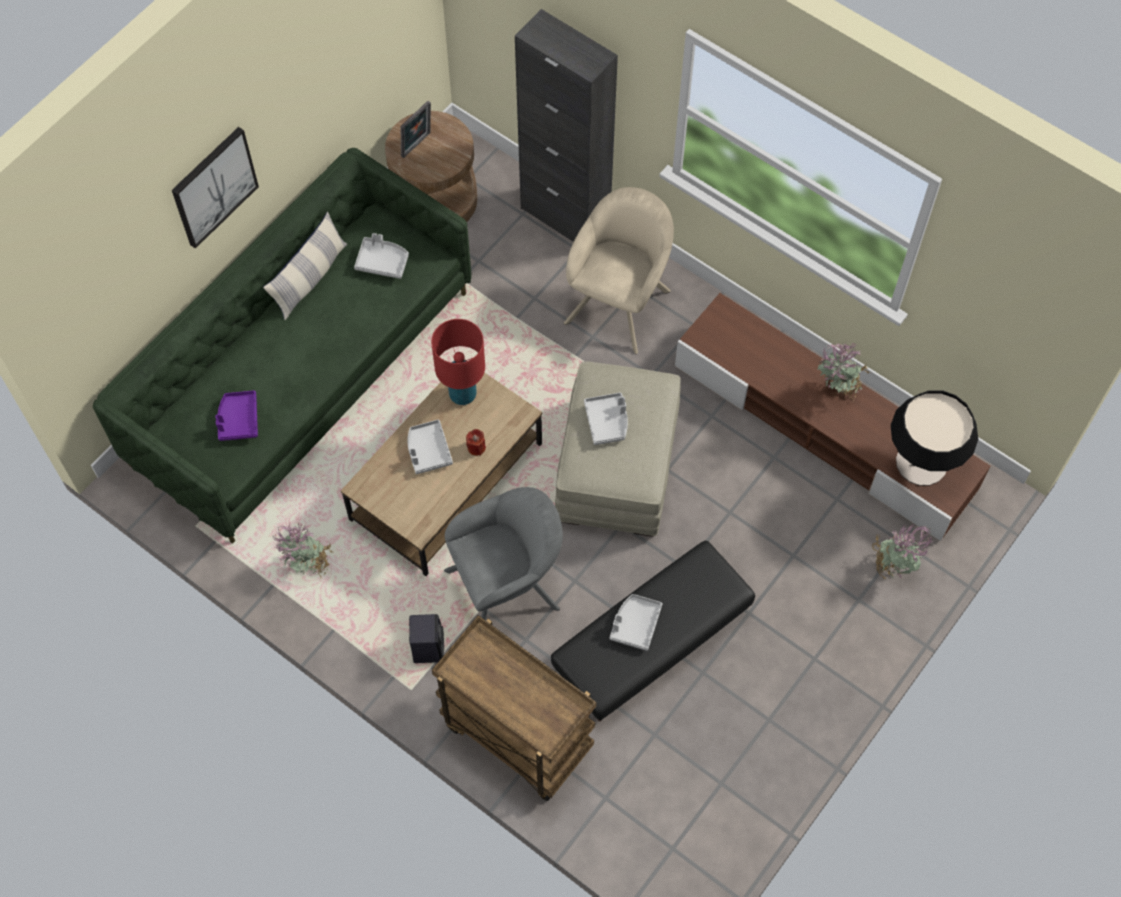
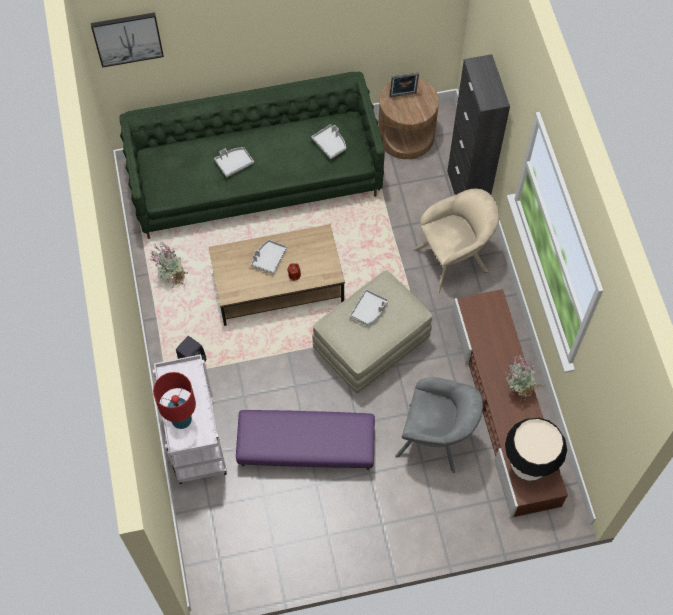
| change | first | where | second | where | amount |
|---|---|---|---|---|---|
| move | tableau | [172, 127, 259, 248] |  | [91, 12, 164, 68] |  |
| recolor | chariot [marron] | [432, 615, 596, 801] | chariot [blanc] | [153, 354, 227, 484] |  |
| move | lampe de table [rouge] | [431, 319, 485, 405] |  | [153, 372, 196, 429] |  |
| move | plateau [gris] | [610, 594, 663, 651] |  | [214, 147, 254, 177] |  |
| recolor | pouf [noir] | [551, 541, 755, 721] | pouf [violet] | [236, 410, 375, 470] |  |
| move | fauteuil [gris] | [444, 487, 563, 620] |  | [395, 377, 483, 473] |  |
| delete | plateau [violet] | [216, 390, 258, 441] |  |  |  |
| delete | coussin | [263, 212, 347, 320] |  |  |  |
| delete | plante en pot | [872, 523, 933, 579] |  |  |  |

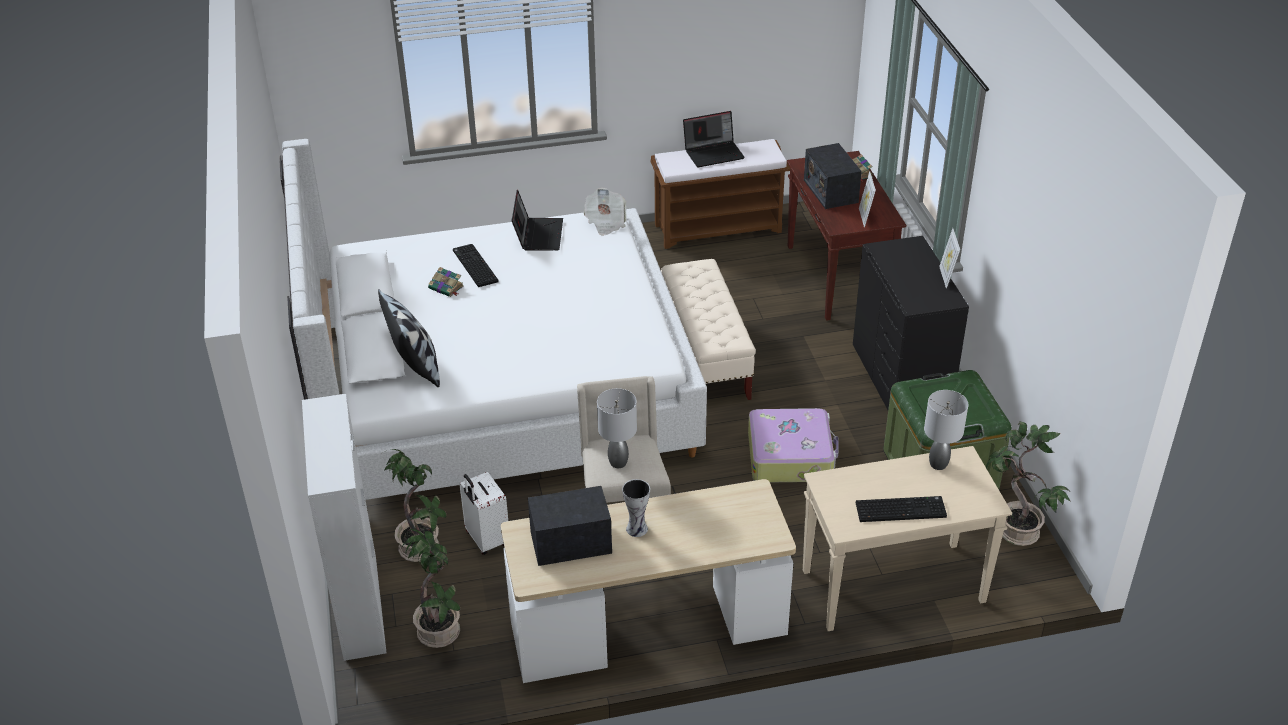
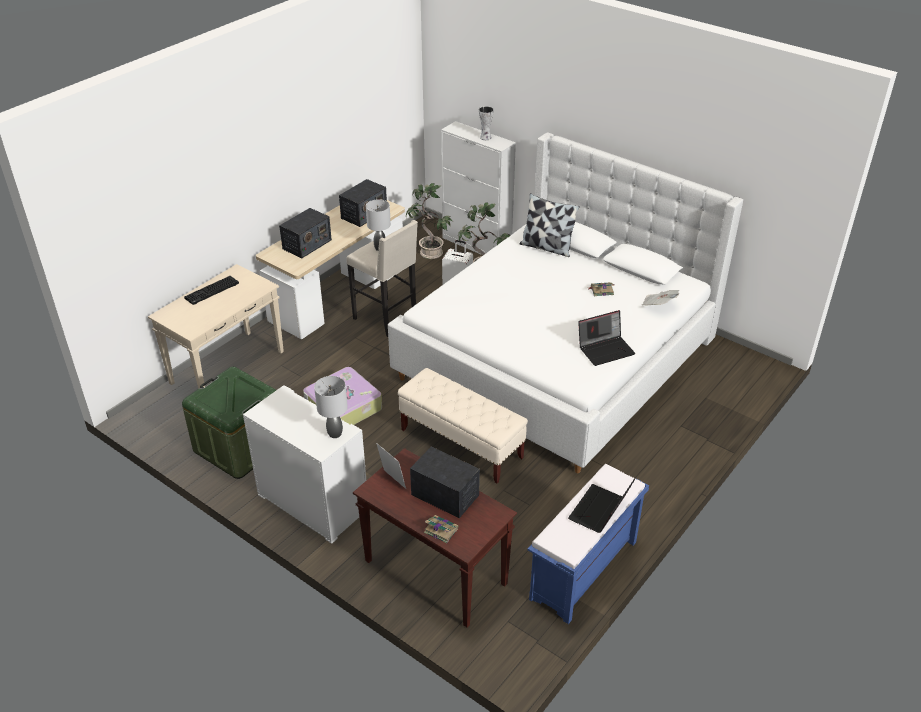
| change | first | where | second | where | amount |
|---|---|---|---|---|---|
| recolor | commode [noir] | [853, 236, 969, 410] | commode [blanc] | [243, 385, 366, 544] |  |
| insert |  |  | radio | [279, 208, 332, 258] |  |
| move | lampe de table [gris] | [924, 390, 968, 470] |  | [314, 376, 348, 438] |  |
| move | vase | [622, 479, 650, 537] |  | [479, 106, 494, 140] |  |
| recolor | banc [marron] | [651, 139, 790, 249] | banc [bleu] | [528, 464, 649, 624] |  |
| rotate | ordinateur portable | [512, 190, 563, 251] |  | [578, 310, 635, 366] | 75 degrees counterclockwise |
| move | journal | [583, 188, 627, 236] |  | [642, 290, 679, 306] |  |
| delete | clavier | [453, 244, 498, 287] |  |  |  |
| delete | cadre photo | [939, 228, 960, 289] |  |  |  |
| delete | plante en pot | [986, 421, 1071, 546] |  |  |  |

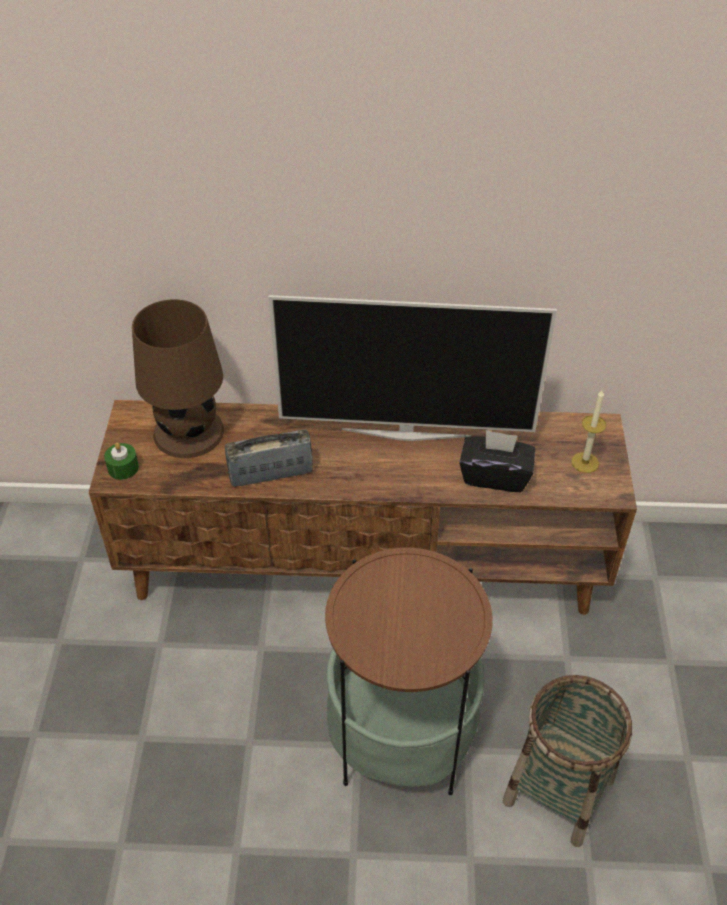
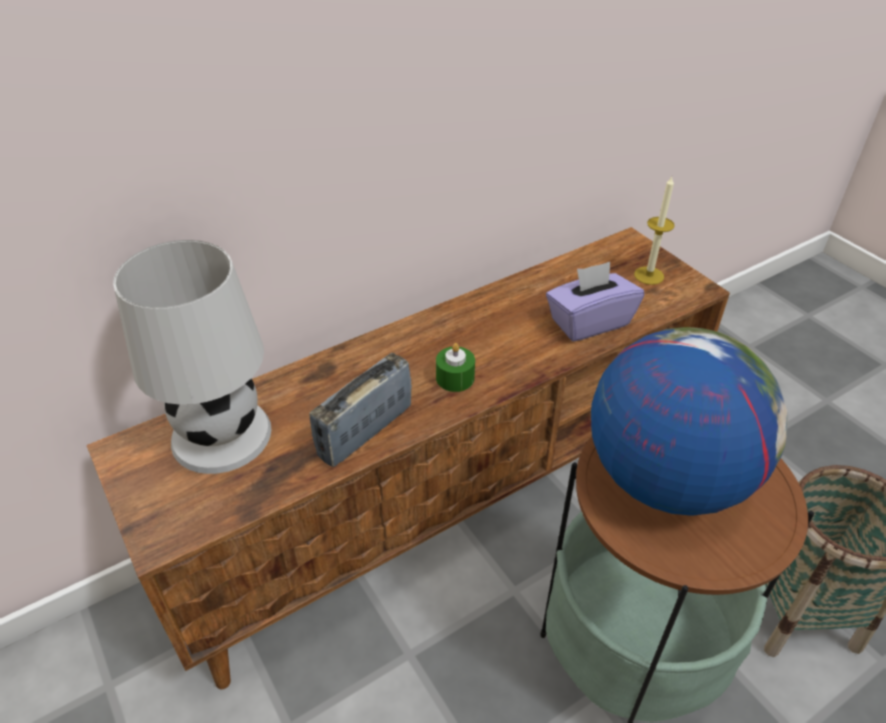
| change | first | where | second | where | amount |
|---|---|---|---|---|---|
| recolor | lampe de table [marron] | [132, 299, 224, 458] | lampe de table [blanc] | [113, 240, 271, 474] |  |
| move | bougie [vert] | [104, 443, 139, 480] |  | [436, 343, 475, 392] |  |
| recolor | boîte à mouchoirs [noir] | [459, 430, 535, 492] | boîte à mouchoirs [violet] | [546, 262, 644, 341] |  |
| insert |  |  | globe | [591, 327, 788, 516] |  |
| delete | téléviseur | [269, 295, 557, 441] |  |  |  |

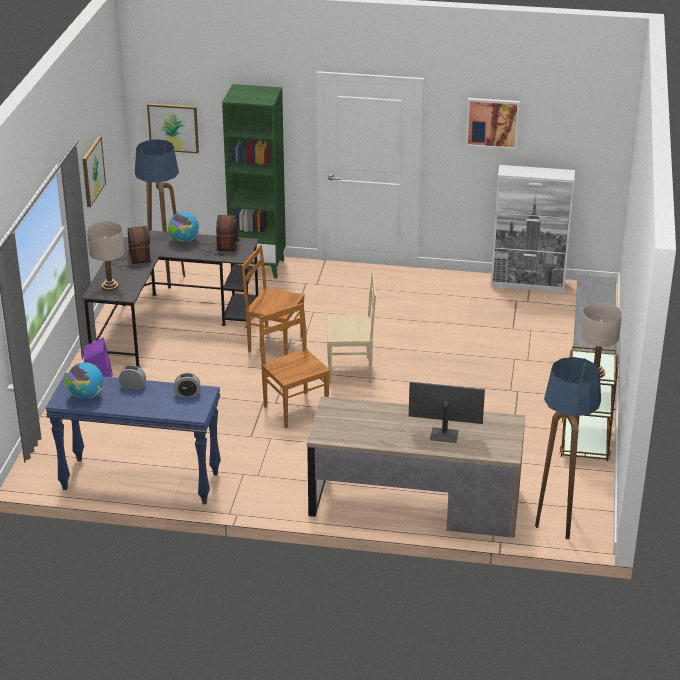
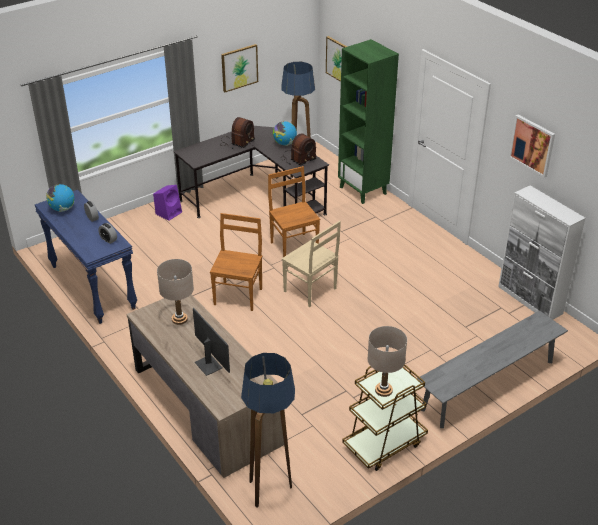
| change | first | where | second | where | amount |
|---|---|---|---|---|---|
| move | lampe de table [beige] | [87, 221, 124, 291] |  | [157, 259, 194, 325] |  |

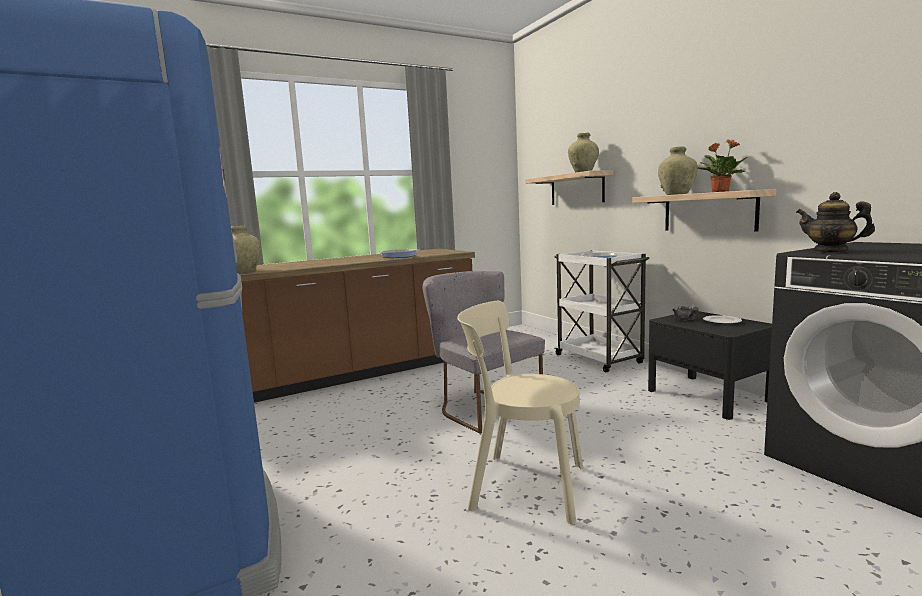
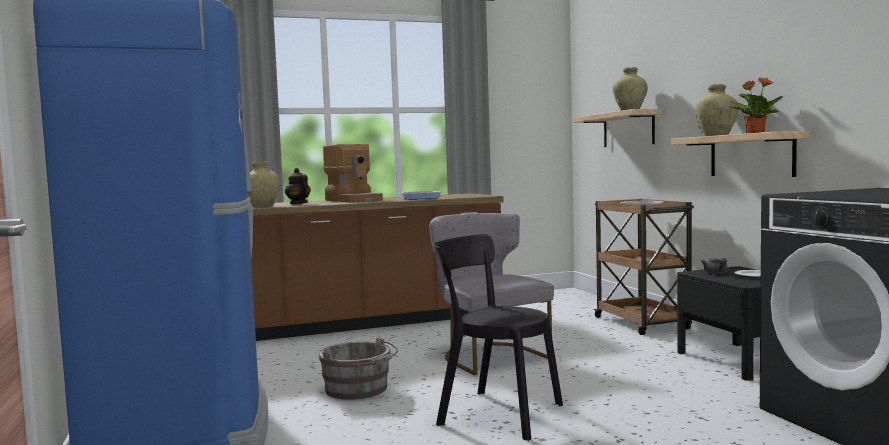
| change | first | where | second | where | amount |
|---|---|---|---|---|---|
| move | théière | [796, 192, 875, 253] |  | [285, 168, 311, 205] |  |
| insert |  |  | seau [gris] | [319, 337, 398, 400] |  |
| insert |  |  | machine à café | [323, 144, 383, 202] |  |
| recolor | chaise [beige] | [457, 301, 583, 524] | chaise [noir] | [433, 234, 563, 441] |  |
| recolor | chariot [blanc] | [555, 250, 650, 372] | chariot [marron] | [593, 199, 694, 335] |  |

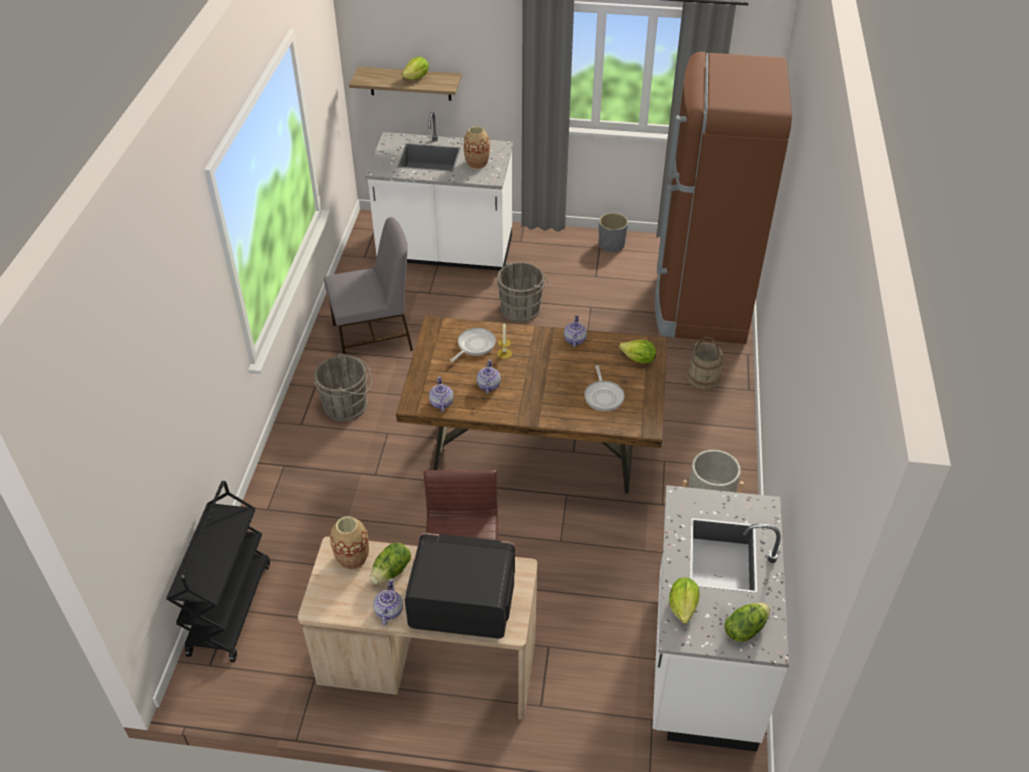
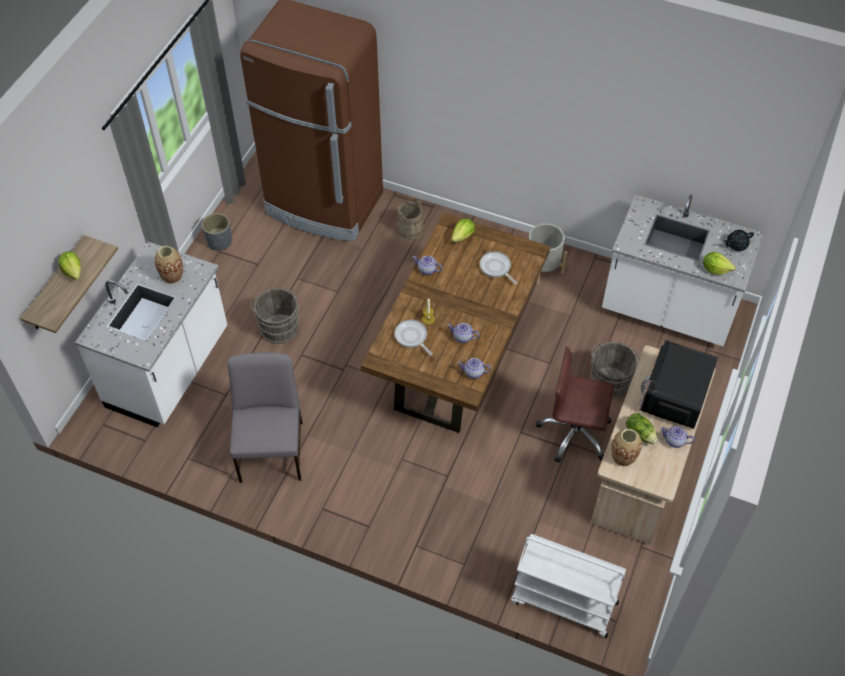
| change | first | where | second | where | amount |
|---|---|---|---|---|---|
| rotate | poêle | [584, 365, 625, 411] |  | [480, 251, 517, 284] | 135 degrees counterclockwise |
| recolor | chariot [noir] | [166, 481, 270, 662] | chariot [blanc] | [511, 534, 626, 638] |  |
| move | seau [gris] | [314, 353, 372, 421] |  | [590, 342, 639, 399] |  |
| replace | laitue | [724, 603, 770, 642] | théière [noir] | [723, 230, 754, 251] |  |

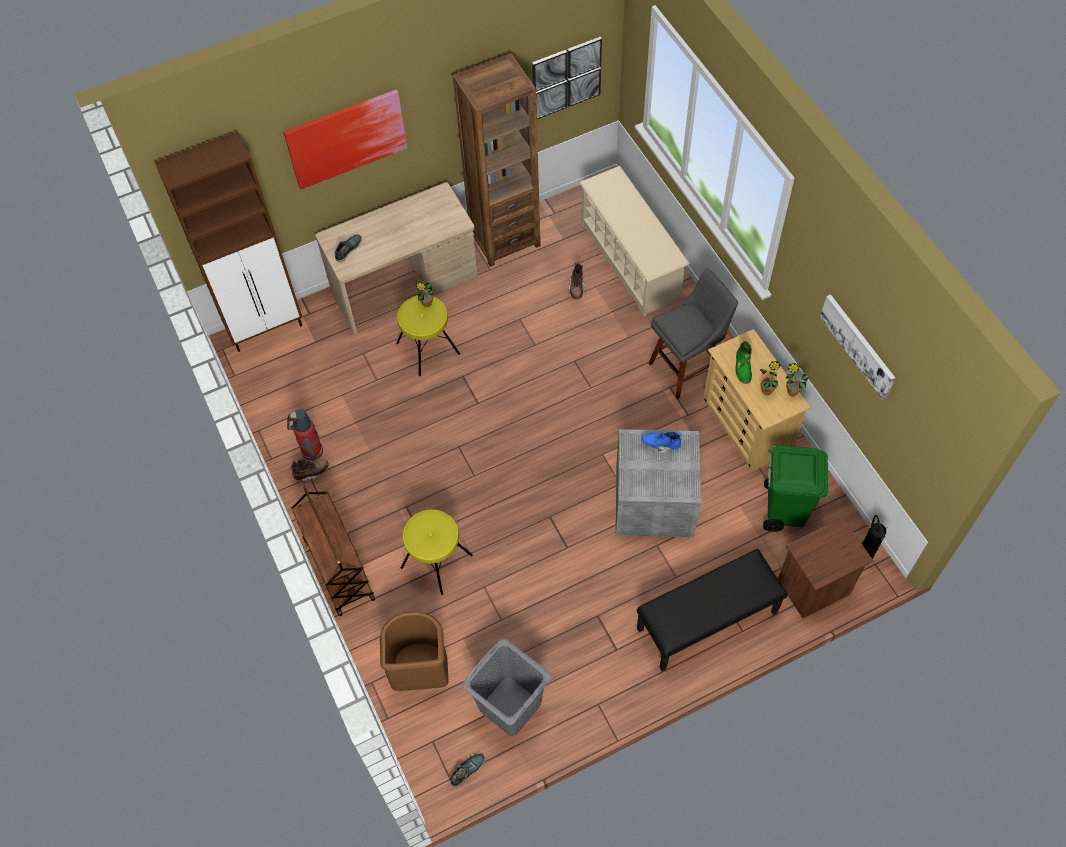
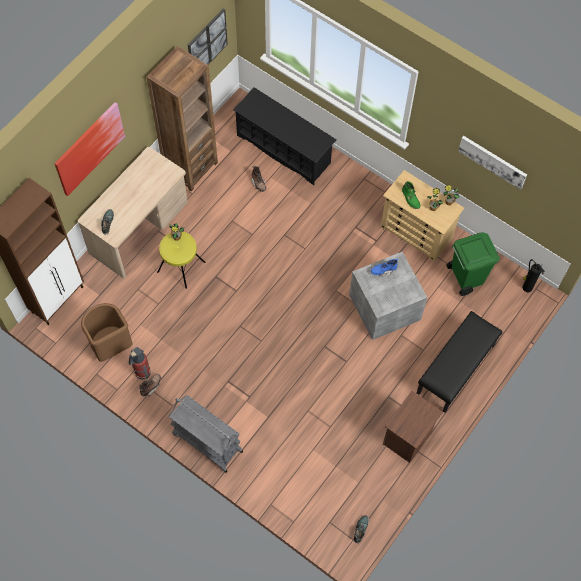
| change | first | where | second | where | amount |
|---|---|---|---|---|---|
| move | poubelle [marron] | [380, 611, 449, 691] |  | [81, 303, 133, 362] |  |
| recolor | chariot [marron] | [291, 486, 375, 616] | chariot [gris] | [169, 395, 243, 473] |  |
| recolor | étagère à chaussures [beige] | [579, 166, 690, 317] | étagère à chaussures [noir] | [233, 87, 337, 185] |  |
| move | table de chevet [marron] | [778, 517, 873, 618] |  | [383, 391, 443, 463] |  |
| delete | tabouret [jaune] | [401, 510, 473, 595] |  |  |  |
| delete | panier à linge [gris] | [462, 638, 551, 736] |  |  |  |
| delete | tabouret [gris] | [649, 269, 738, 399] |  |  |  |

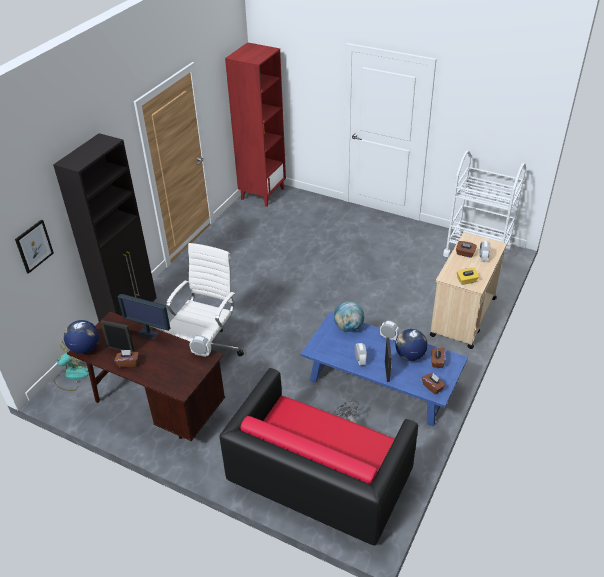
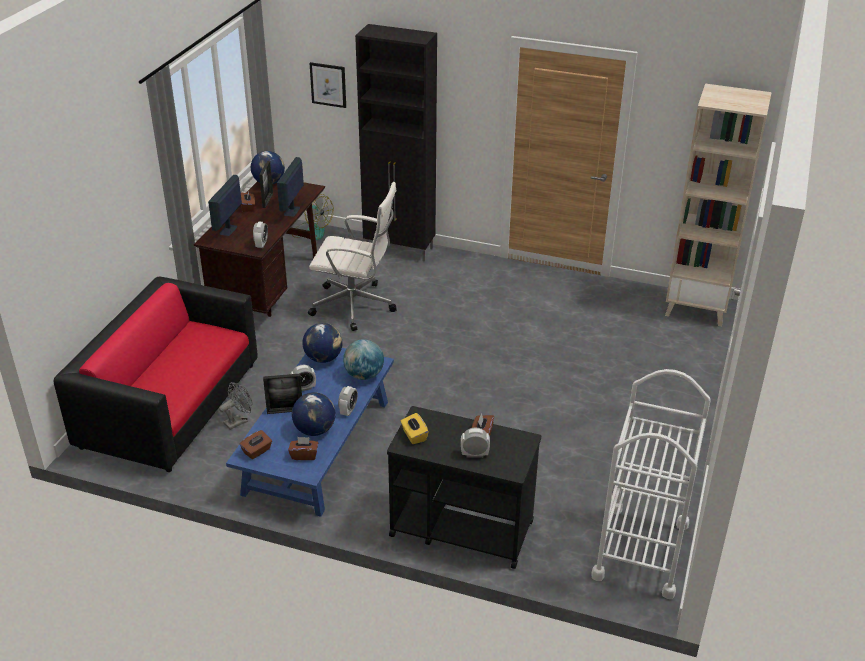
| change | first | where | second | where | amount |
|---|---|---|---|---|---|
| insert |  |  | écran d'ordinateur | [208, 175, 242, 236] |  |
| insert |  |  | globe | [303, 323, 342, 363] |  |
| recolor | chariot [beige] | [430, 232, 507, 349] | chariot [noir] | [387, 406, 541, 569] |  |
| recolor | bibliothèque [rouge] | [225, 42, 286, 207] | bibliothèque [beige] | [665, 84, 772, 327] |  |

